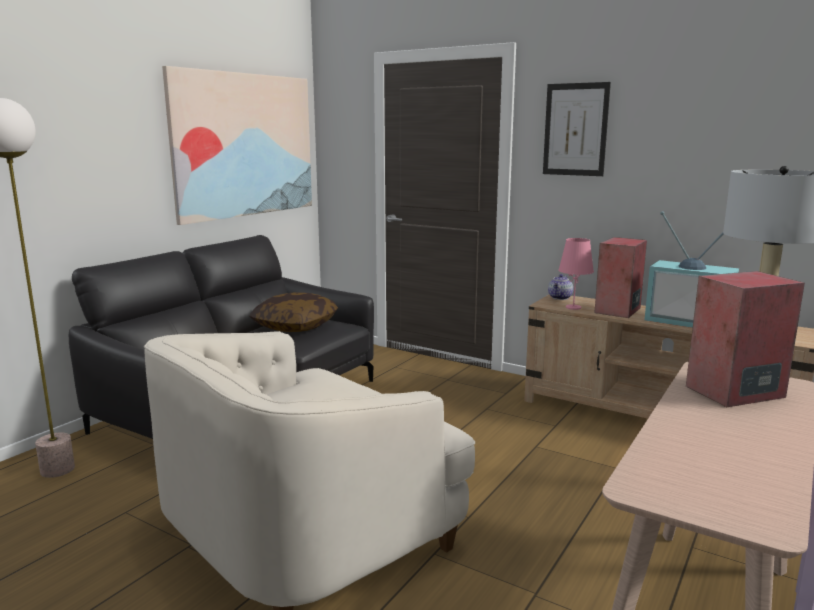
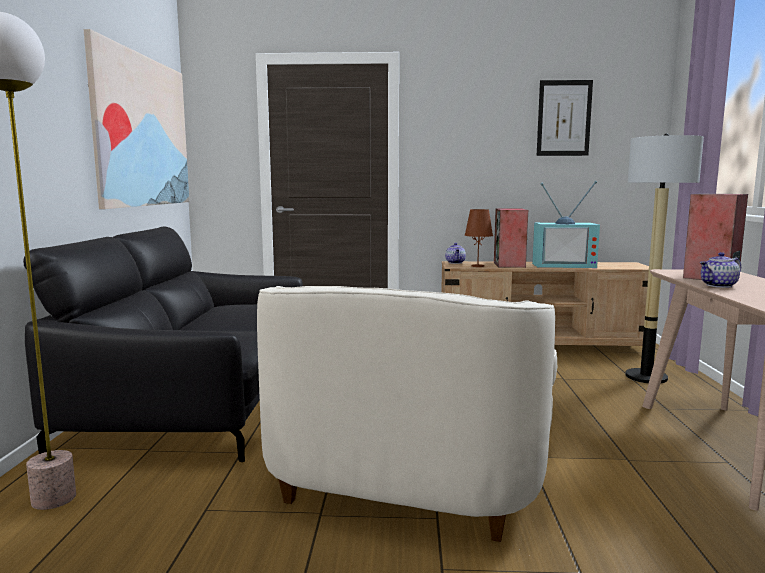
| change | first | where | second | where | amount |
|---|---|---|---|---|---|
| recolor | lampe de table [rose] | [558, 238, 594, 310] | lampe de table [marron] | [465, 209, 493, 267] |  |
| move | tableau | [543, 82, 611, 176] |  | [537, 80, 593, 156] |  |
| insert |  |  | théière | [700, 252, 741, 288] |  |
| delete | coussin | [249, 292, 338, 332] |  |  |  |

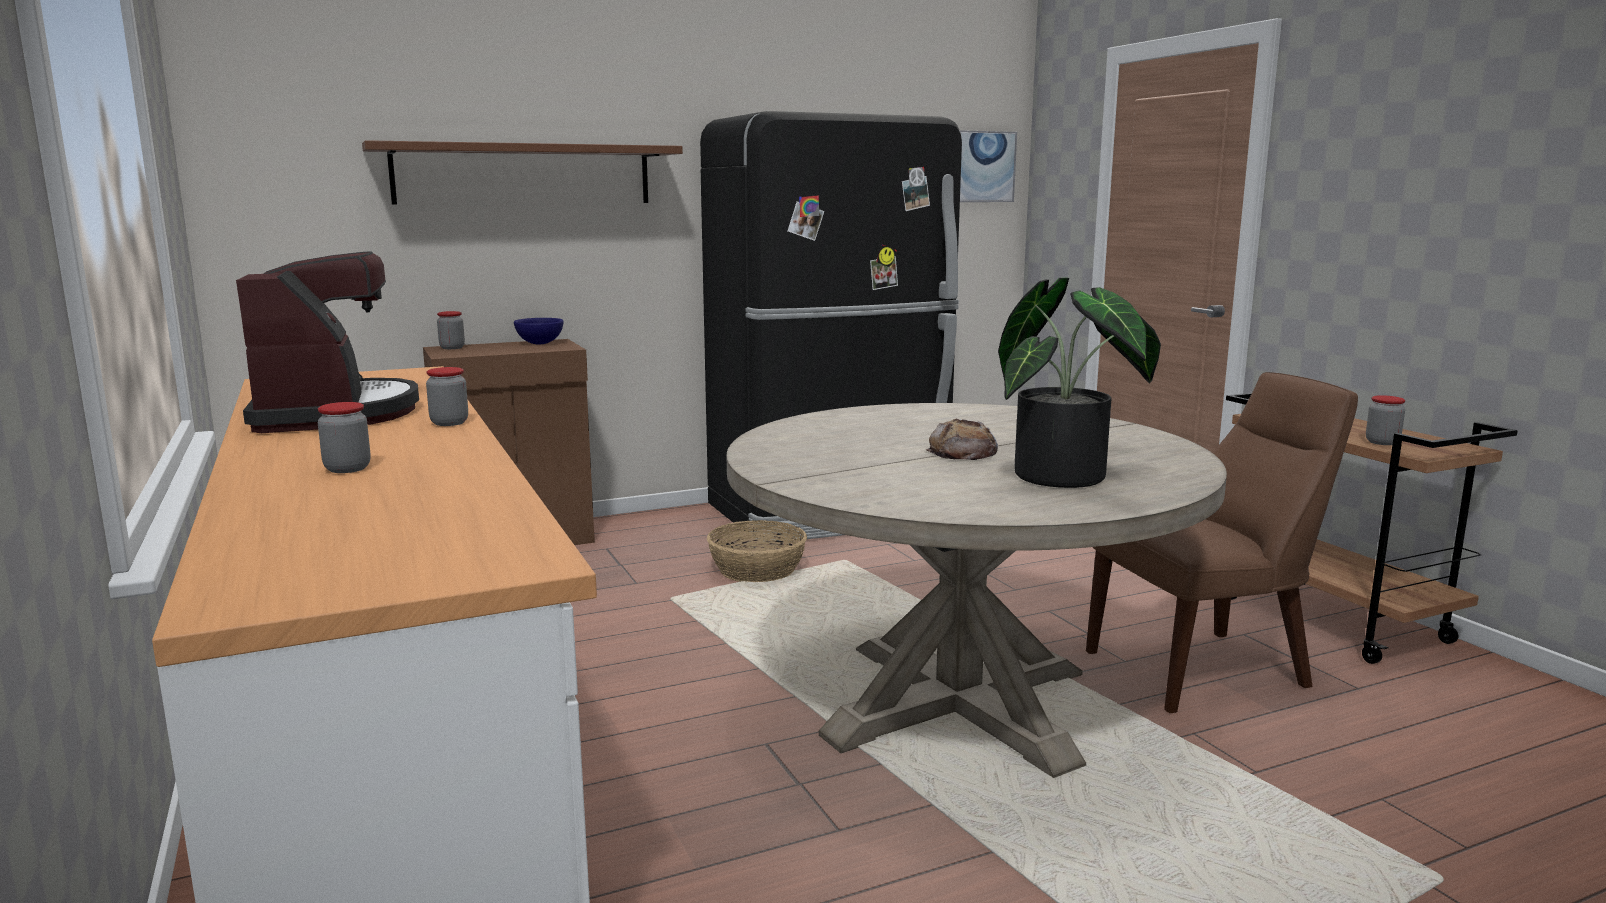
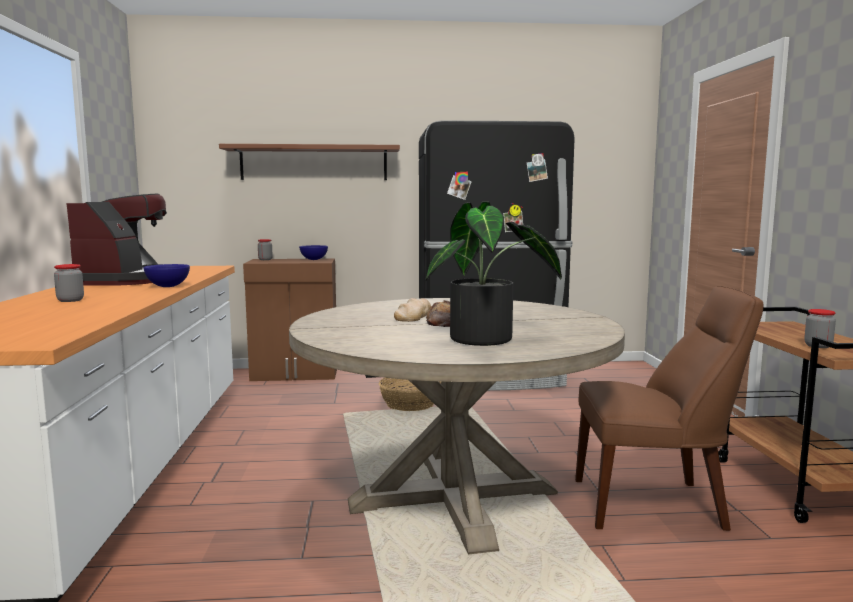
| change | first | where | second | where | amount |
|---|---|---|---|---|---|
| replace | bocal | [426, 367, 468, 426] | bol [bleu] | [144, 264, 190, 287] |  |
| insert |  |  | pain | [394, 298, 431, 322] |  |
| delete | tableau | [959, 130, 1017, 202] |  |  |  |

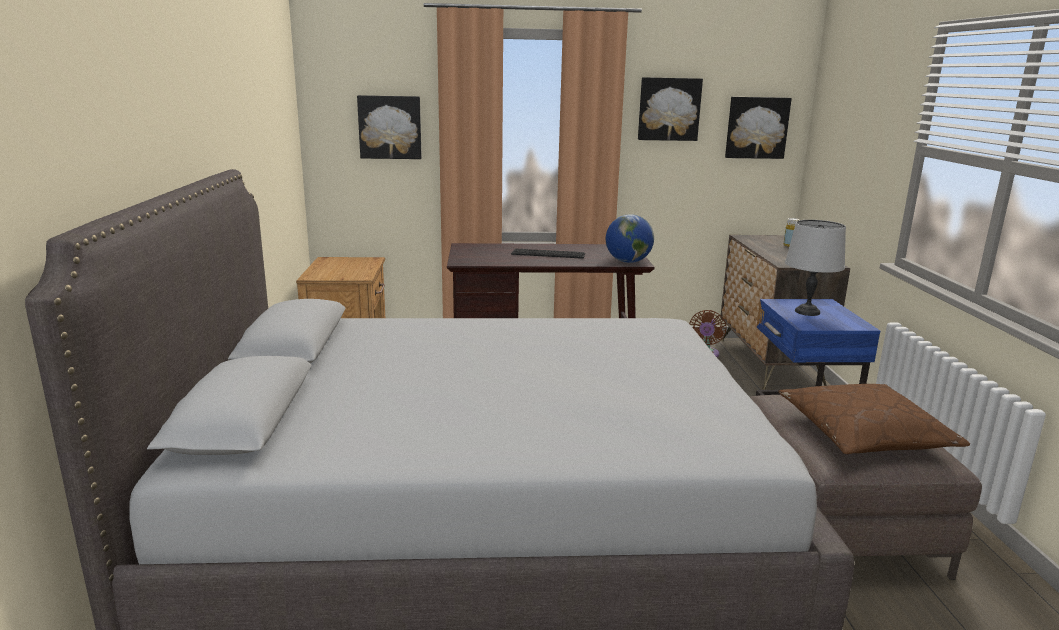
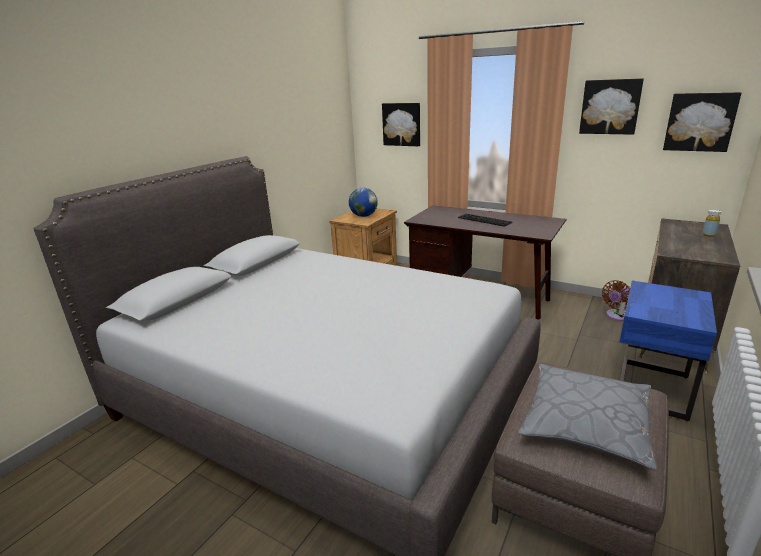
| change | first | where | second | where | amount |
|---|---|---|---|---|---|
| move | globe | [606, 214, 654, 263] |  | [349, 188, 378, 217] |  |
| recolor | coussin [marron] | [778, 384, 970, 454] | coussin [gris] | [518, 364, 657, 470] |  |
| delete | lampe de table [gris] | [785, 220, 846, 316] |  |  |  |

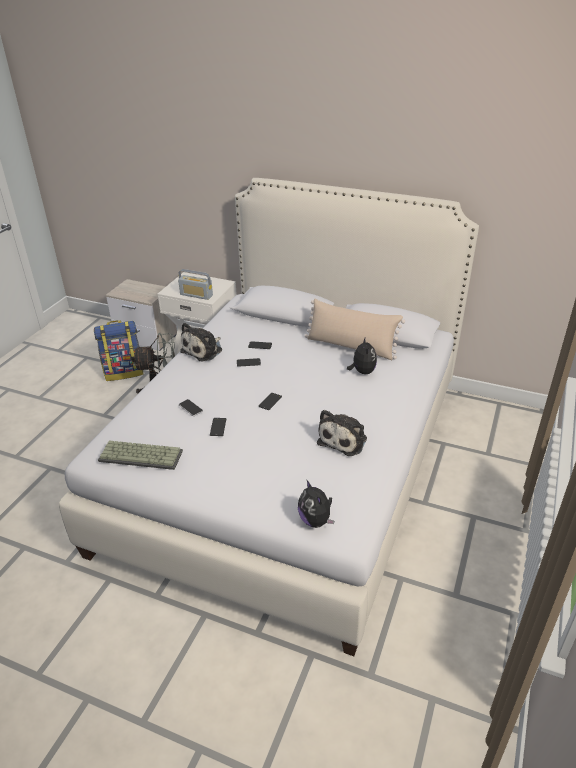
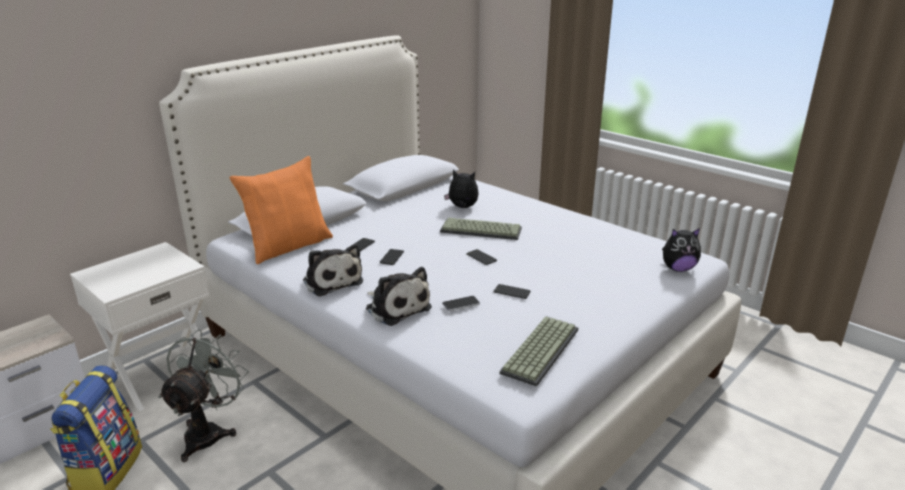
| change | first | where | second | where | amount |
|---|---|---|---|---|---|
| insert |  |  | coussin [orange] | [230, 156, 333, 264] |  |
| move | peluche | [317, 410, 367, 456] |  | [366, 267, 432, 326] |  |
| insert |  |  | clavier | [440, 218, 522, 240] |  |
| delete | radio | [178, 269, 213, 300] |  |  |  |
| delete | coussin [beige] | [305, 298, 405, 360] |  |  |  |

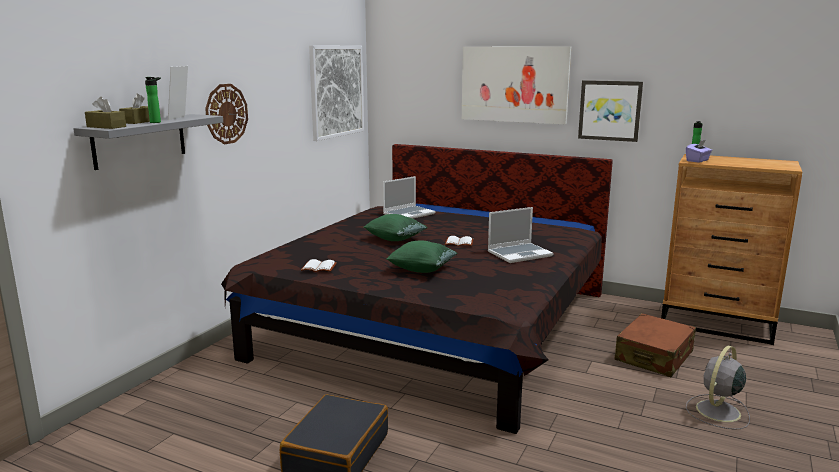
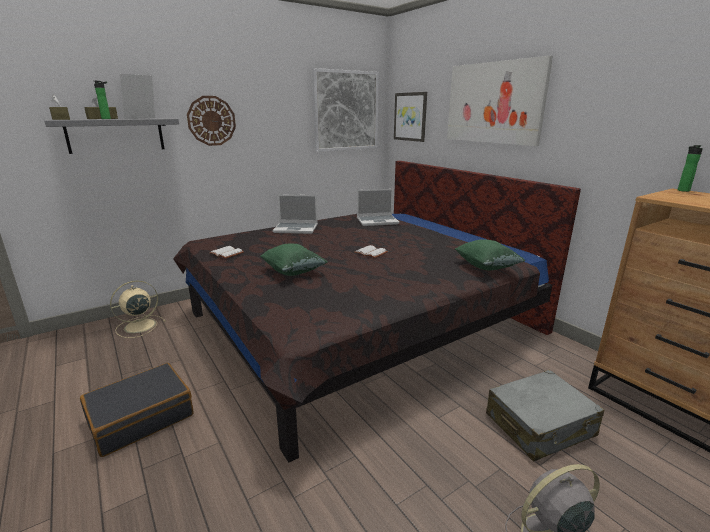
| change | first | where | second | where | amount |
|---|---|---|---|---|---|
| insert |  |  | ventilateur [beige] | [110, 280, 166, 338] |  |
| move | ordinateur portable | [488, 207, 553, 263] |  | [272, 194, 318, 234] |  |
| move | tableau | [578, 80, 643, 142] |  | [394, 92, 427, 142] |  |
| move | coussin [vert] | [363, 214, 428, 241] |  | [455, 239, 525, 270] |  |
| recolor | valise [marron] | [615, 313, 696, 377] | valise [gris] | [486, 370, 605, 461] |  |
| delete | boîte à mouchoirs [violet] | [686, 140, 712, 163] |  |  |  |

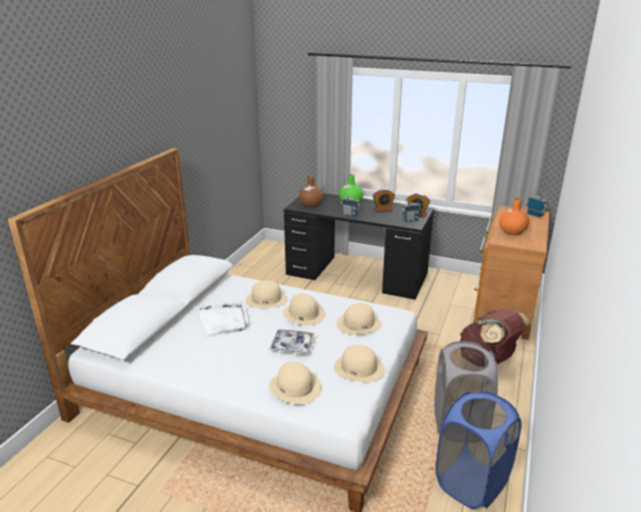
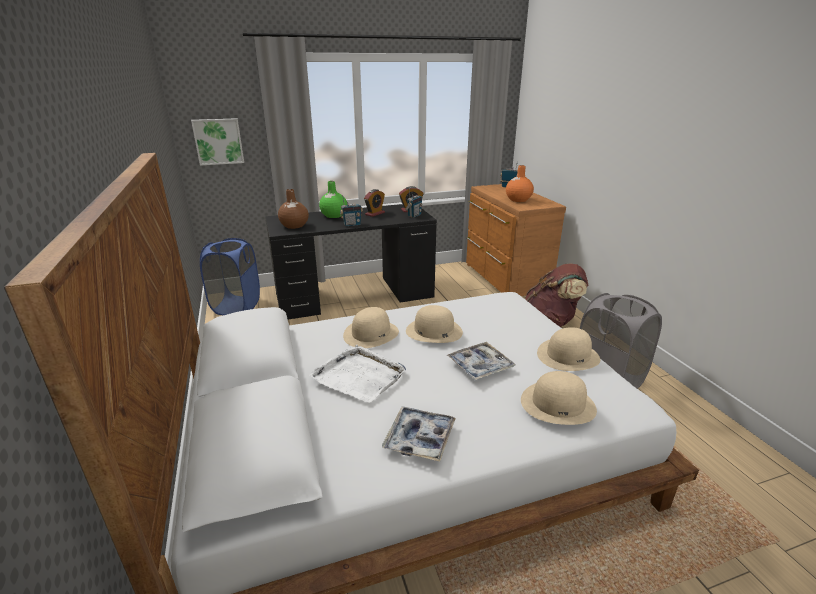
| change | first | where | second | where | amount |
|---|---|---|---|---|---|
| insert |  |  | tableau | [191, 118, 244, 166] |  |
| move | panier à linge [bleu] | [435, 391, 521, 509] |  | [200, 238, 260, 315] |  |
| insert |  |  | plateau | [382, 406, 456, 462] |  |
| delete | chapeau [beige] | [337, 303, 381, 335] |  |  |  |

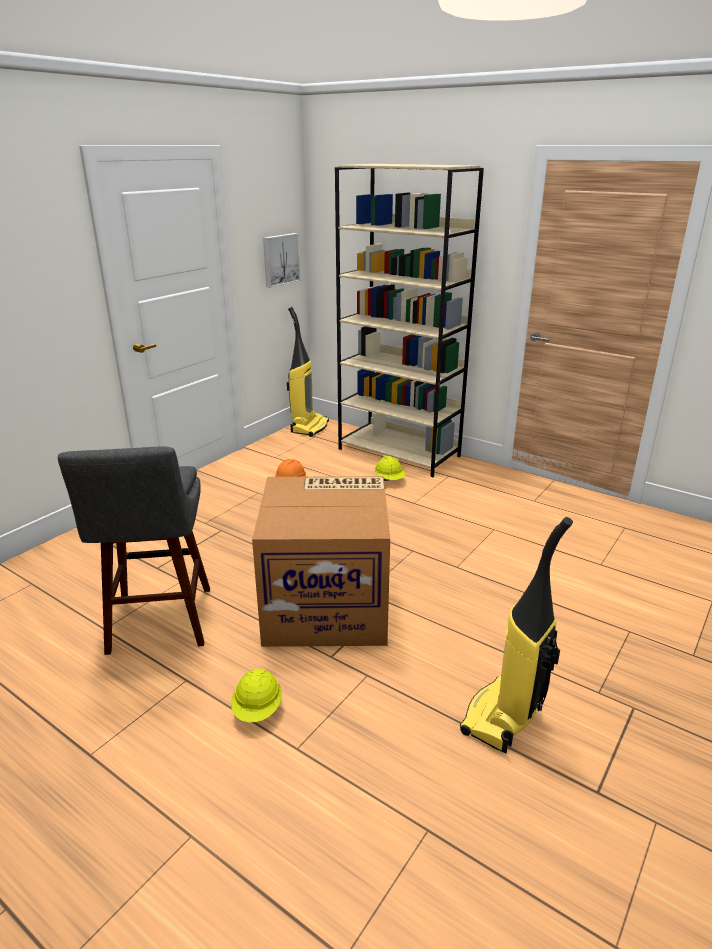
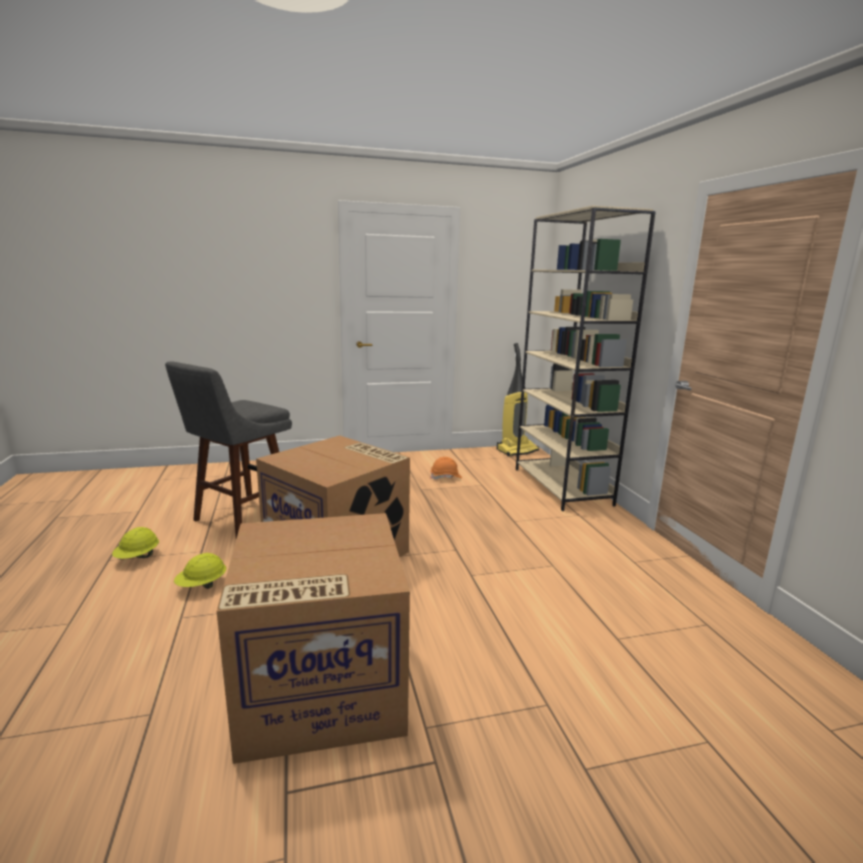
| change | first | where | second | where | amount |
|---|---|---|---|---|---|
| move | casque de chantier [jaune] | [375, 456, 406, 481] |  | [112, 527, 159, 559] |  |
| replace | aspirateur | [460, 517, 573, 753] | carton | [217, 513, 410, 764] |  |
| delete | tableau | [263, 233, 301, 288] |  |  |  |

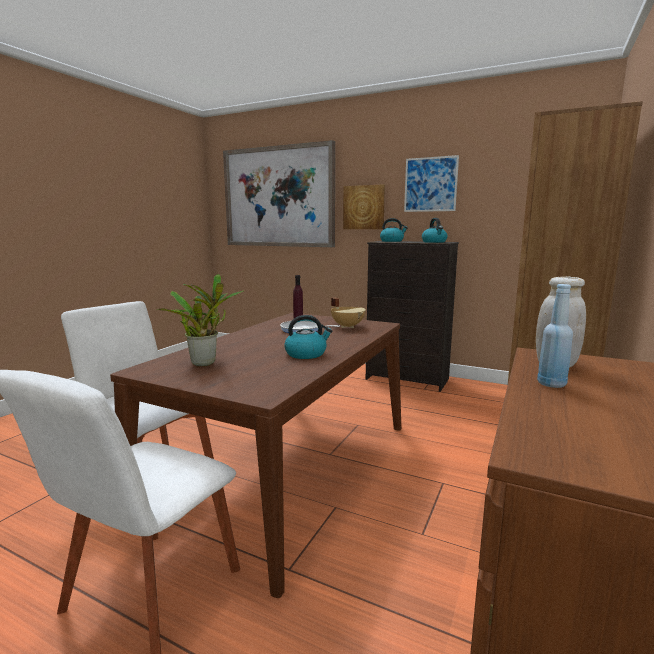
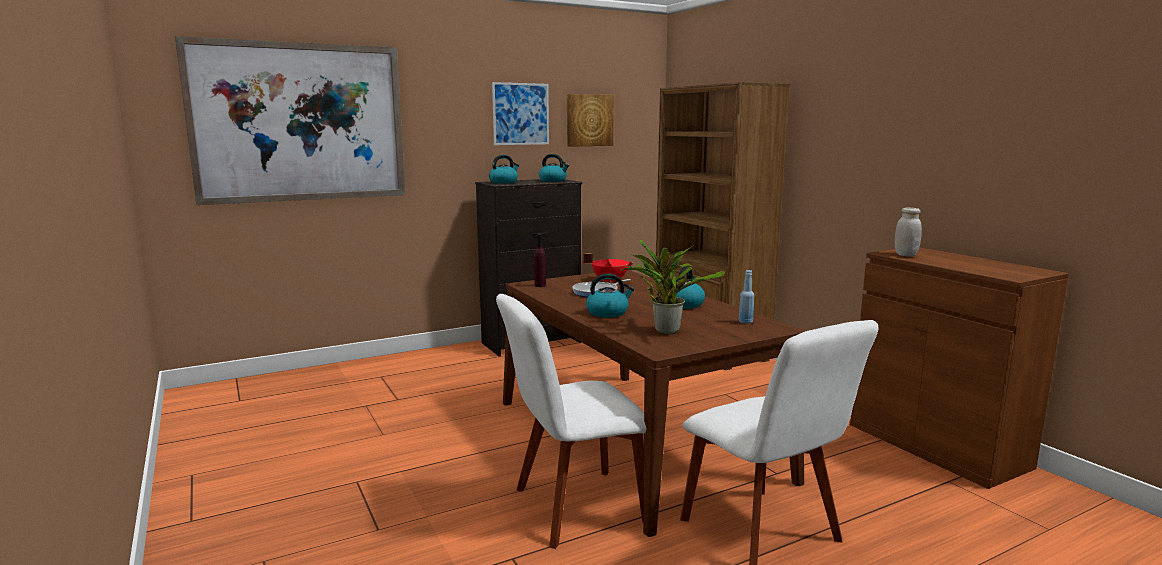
| change | first | where | second | where | amount |
|---|---|---|---|---|---|
| move | tableau | [343, 184, 385, 229] |  | [567, 94, 614, 147] |  |
| recolor | marmite [beige] | [331, 298, 366, 328] | marmite [rouge] | [583, 253, 634, 283] |  |
| insert |  |  | bouilloire | [586, 273, 634, 318] |  |
| move | bouteille [bleu] | [537, 284, 573, 388] |  | [739, 270, 754, 324] |  |

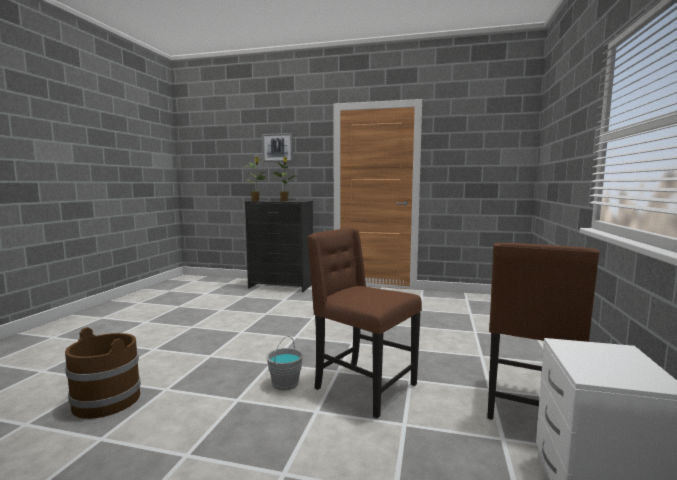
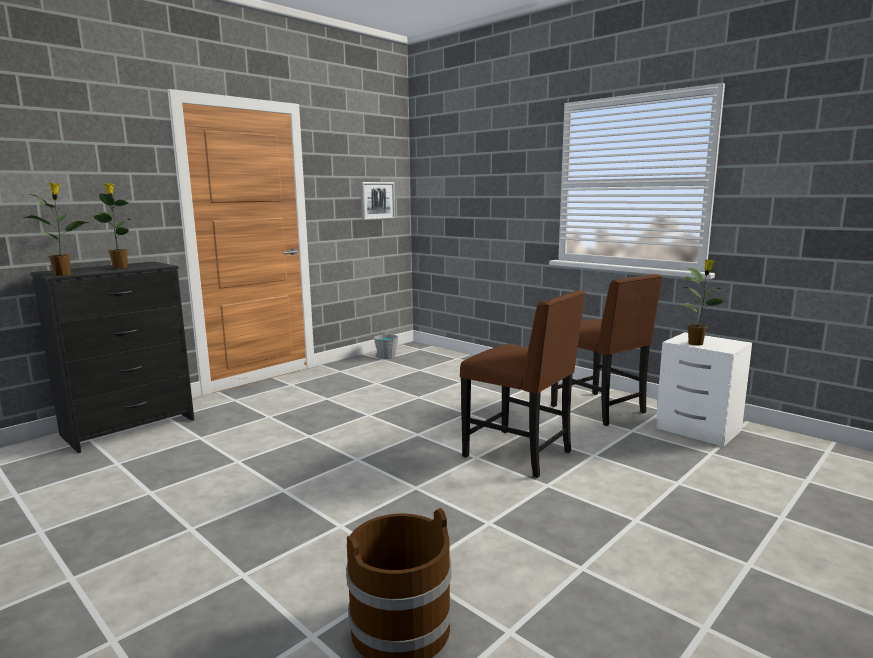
| change | first | where | second | where | amount |
|---|---|---|---|---|---|
| move | tableau | [262, 133, 293, 162] |  | [360, 182, 396, 221] |  |
| move | seau [gris] | [267, 336, 303, 391] |  | [374, 325, 399, 359] |  |
| rotate | chaise [marron] | [307, 228, 422, 419] |  | [460, 290, 585, 478] | 120 degrees counterclockwise |
| insert |  |  | plante en pot | [683, 259, 724, 346] |  |

